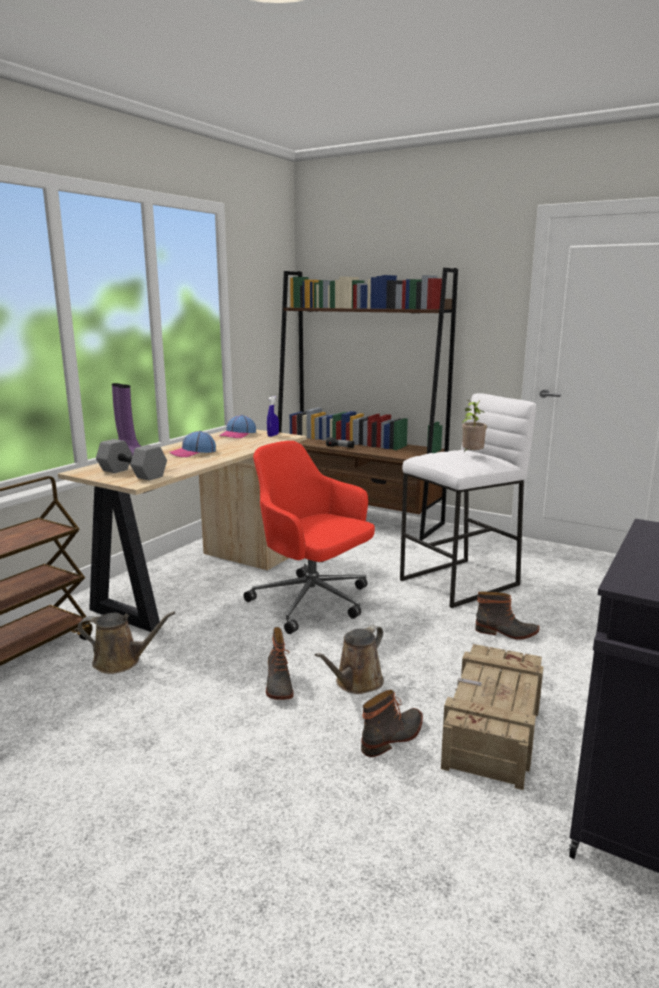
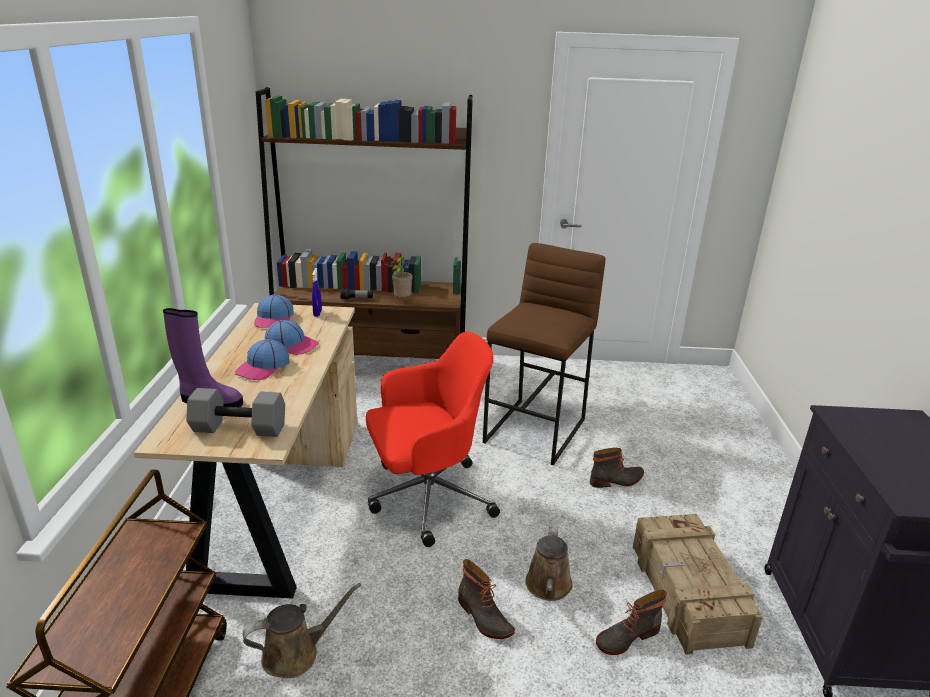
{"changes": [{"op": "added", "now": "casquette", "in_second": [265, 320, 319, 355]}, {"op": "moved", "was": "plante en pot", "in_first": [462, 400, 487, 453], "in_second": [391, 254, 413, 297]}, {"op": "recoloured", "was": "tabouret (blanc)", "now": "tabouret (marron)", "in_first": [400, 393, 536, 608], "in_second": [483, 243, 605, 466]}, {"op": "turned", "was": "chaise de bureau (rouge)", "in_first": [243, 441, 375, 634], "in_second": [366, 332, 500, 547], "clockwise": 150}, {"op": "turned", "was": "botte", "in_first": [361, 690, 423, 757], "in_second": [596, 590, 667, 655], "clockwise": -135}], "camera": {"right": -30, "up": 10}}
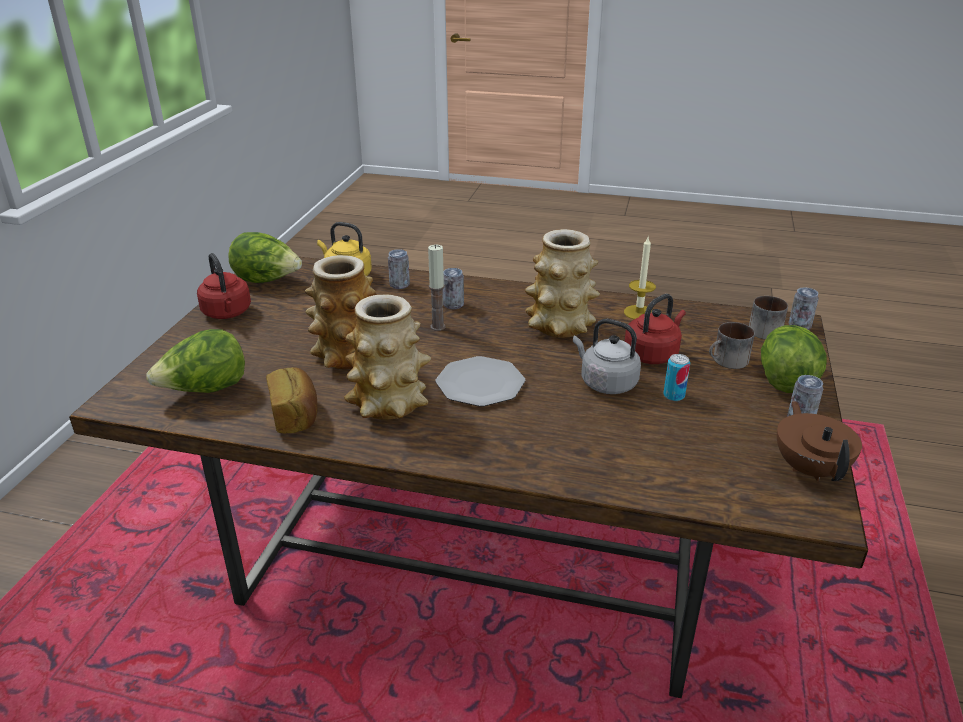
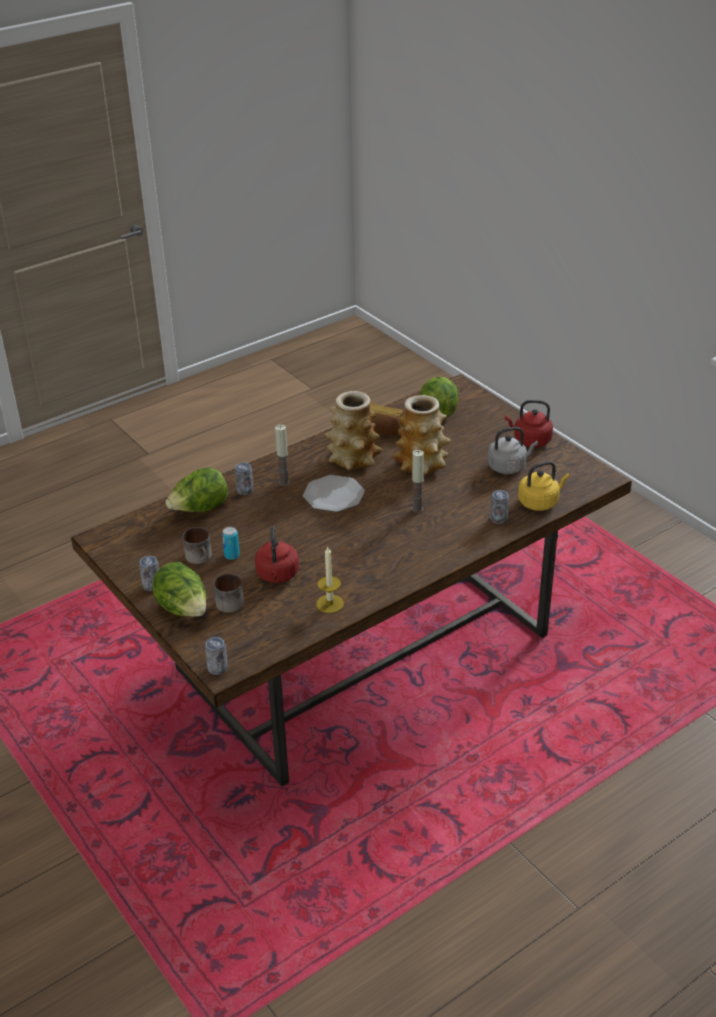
{"changes": [{"op": "removed", "was": "vase", "in_first": [525, 229, 600, 338]}, {"op": "removed", "was": "théière (marron)", "in_first": [777, 401, 862, 482]}, {"op": "added", "now": "bougie", "in_second": [275, 425, 290, 486]}, {"op": "moved", "was": "laitue", "in_first": [228, 232, 302, 283], "in_second": [165, 467, 228, 512]}, {"op": "moved", "was": "boîte métallique", "in_first": [443, 268, 464, 309], "in_second": [235, 462, 254, 495]}, {"op": "moved", "was": "bouilloire (gris)", "in_first": [573, 319, 641, 394], "in_second": [487, 427, 538, 474]}, {"op": "moved", "was": "mug", "in_first": [749, 296, 788, 339], "in_second": [183, 527, 212, 564]}], "camera": {"right": 130, "up": 5}}
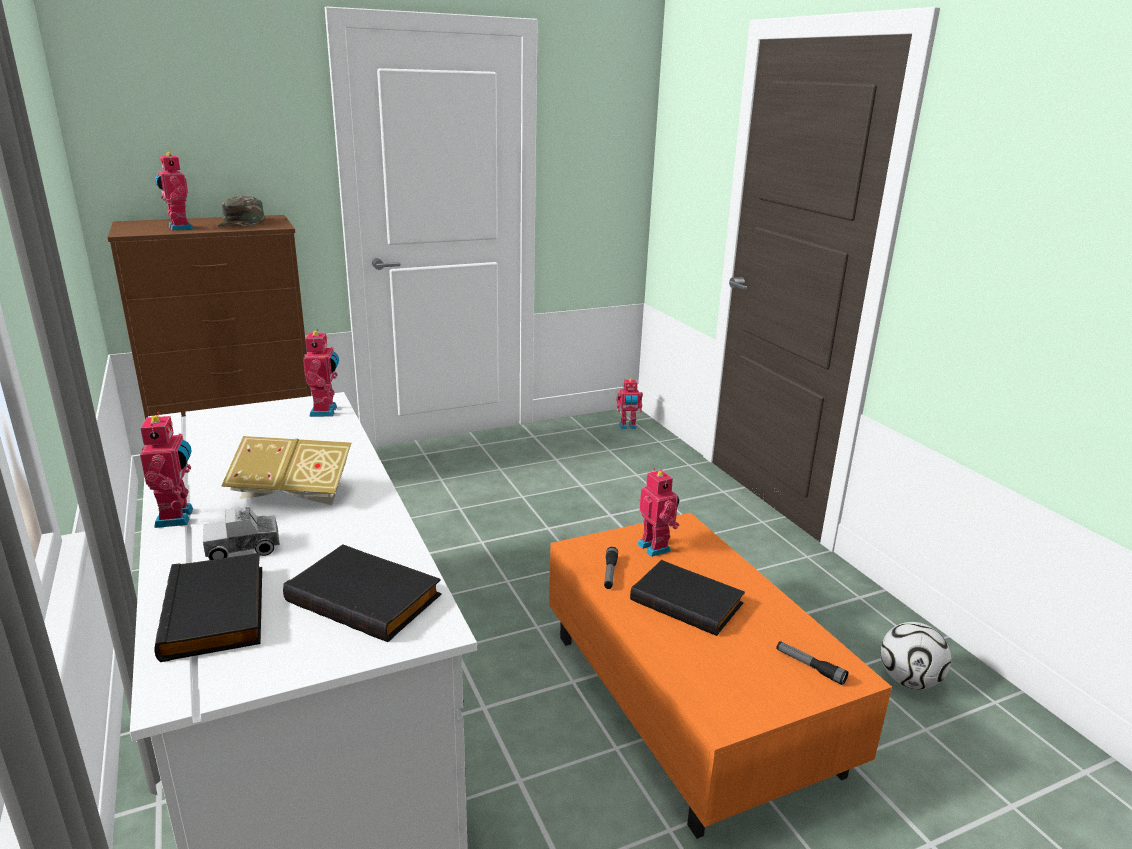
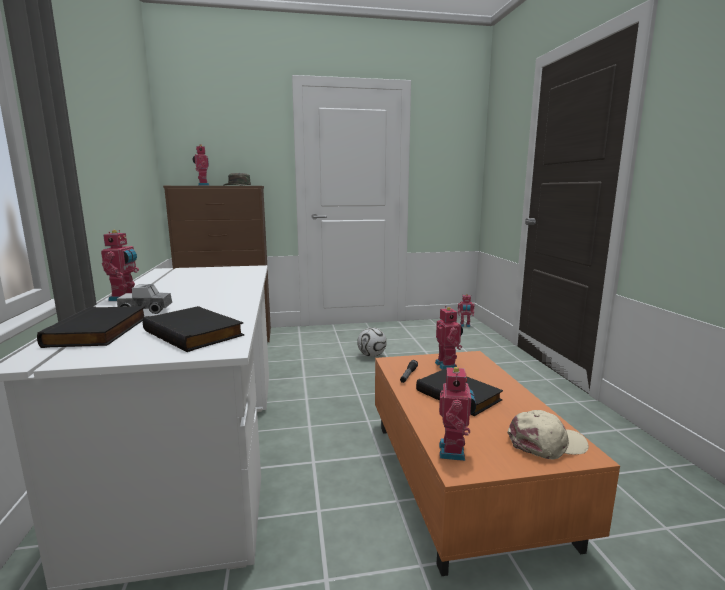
{"changes": [{"op": "removed", "was": "livre", "in_first": [221, 436, 351, 505]}, {"op": "moved", "was": "robot jouet", "in_first": [303, 329, 339, 417], "in_second": [439, 364, 476, 461]}, {"op": "moved", "was": "ballon de foot", "in_first": [880, 622, 951, 689], "in_second": [357, 327, 387, 357]}, {"op": "replaced", "was": "lampe de poche", "now": "casquette (beige)", "in_first": [776, 641, 848, 685], "in_second": [507, 410, 589, 460]}], "camera": {"right": 15, "up": -10}}
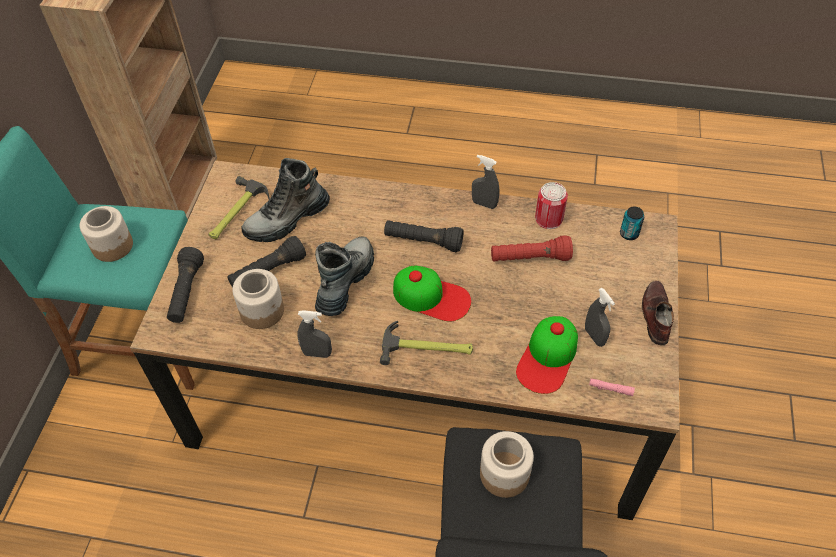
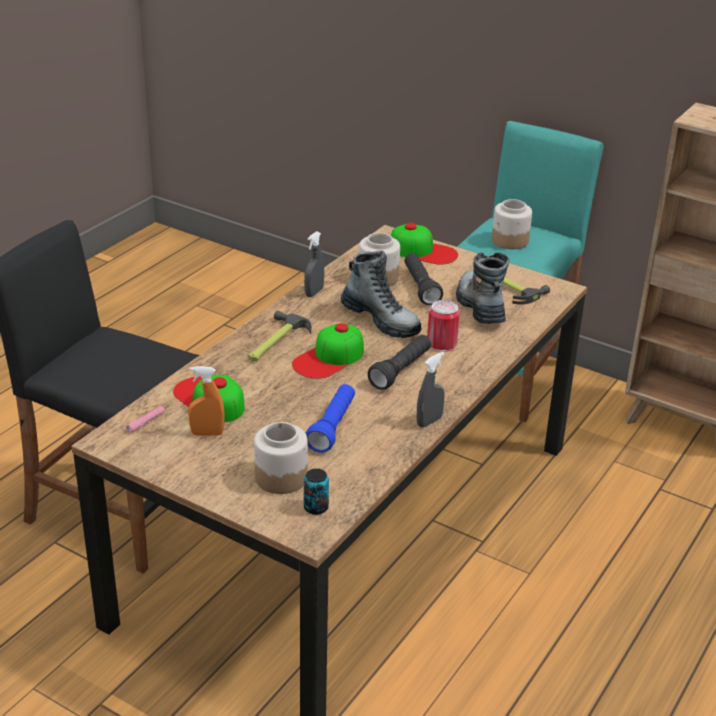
{"changes": [{"op": "removed", "was": "chaussure (marron)", "in_first": [642, 281, 674, 345]}, {"op": "moved", "was": "bocal", "in_first": [480, 431, 534, 498], "in_second": [254, 422, 308, 494]}, {"op": "moved", "was": "boîte métallique", "in_first": [535, 182, 568, 229], "in_second": [427, 300, 460, 352]}, {"op": "replaced", "was": "lampe de poche (noir)", "now": "casquette", "in_first": [167, 247, 204, 323], "in_second": [391, 223, 458, 265]}, {"op": "recoloured", "was": "lampe de poche (rouge)", "now": "lampe de poche (bleu)", "in_first": [491, 235, 573, 262], "in_second": [306, 384, 355, 453]}, {"op": "recoloured", "was": "vaporisateur (gris)", "now": "vaporisateur (orange)", "in_first": [585, 288, 615, 347], "in_second": [188, 367, 225, 436]}], "camera": {"right": 110, "up": -20}}
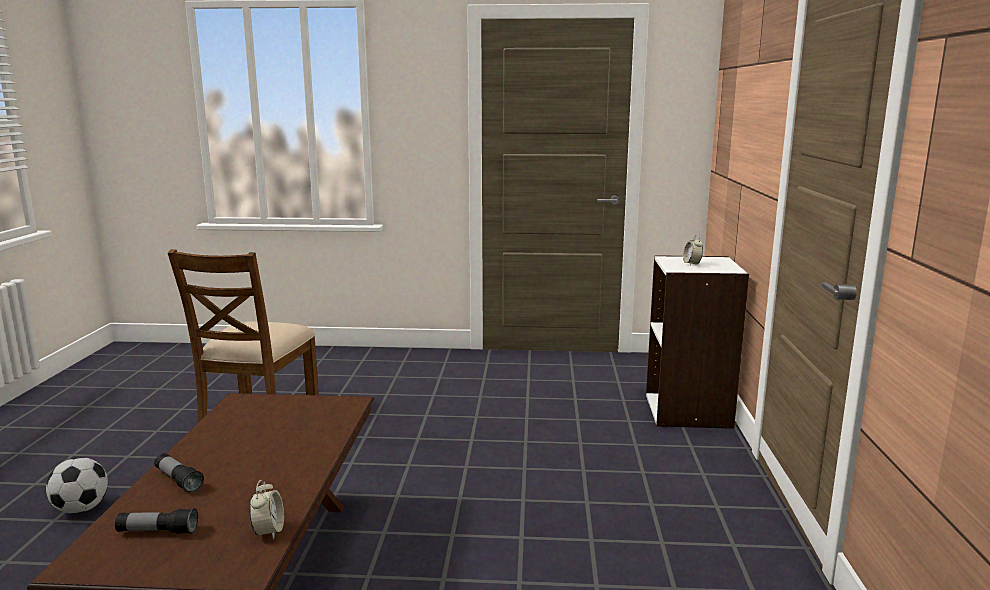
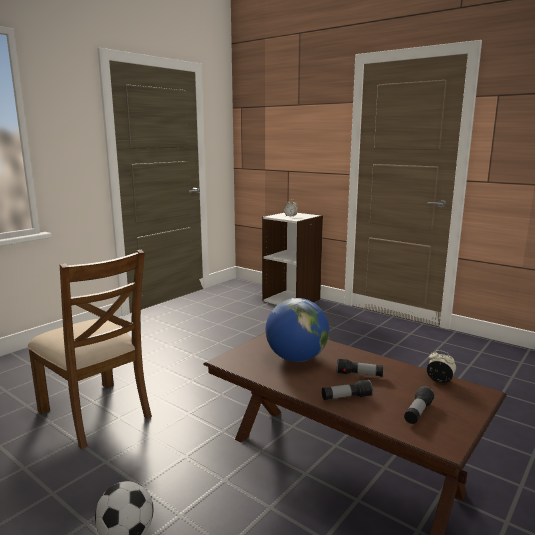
{"changes": [{"op": "added", "now": "globe", "in_second": [266, 298, 329, 362]}, {"op": "added", "now": "lampe de poche", "in_second": [337, 358, 383, 377]}], "camera": {"right": -55, "up": 0}}
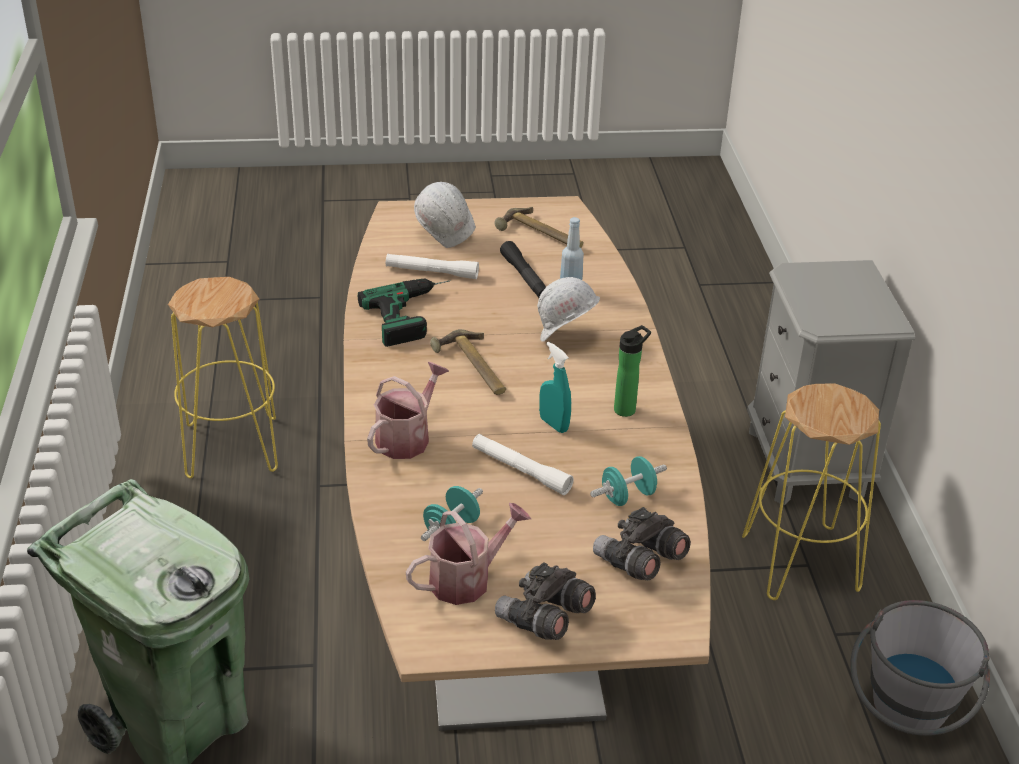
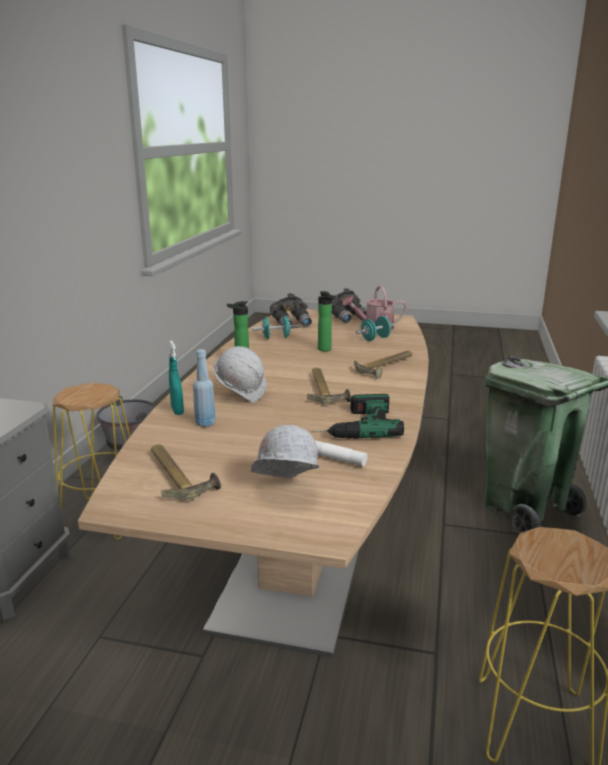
{"changes": [{"op": "removed", "was": "lampe de poche (noir)", "in_first": [500, 241, 546, 298]}, {"op": "moved", "was": "vaporisateur (turquoise)", "in_first": [539, 342, 571, 433], "in_second": [169, 341, 184, 415]}, {"op": "replaced", "was": "arrosoir", "now": "marteau", "in_first": [367, 362, 449, 459], "in_second": [354, 350, 412, 379]}, {"op": "replaced", "was": "lampe de poche (blanc)", "now": "bouteille", "in_first": [472, 434, 574, 495], "in_second": [318, 291, 336, 351]}], "camera": {"right": -160, "up": -15}}
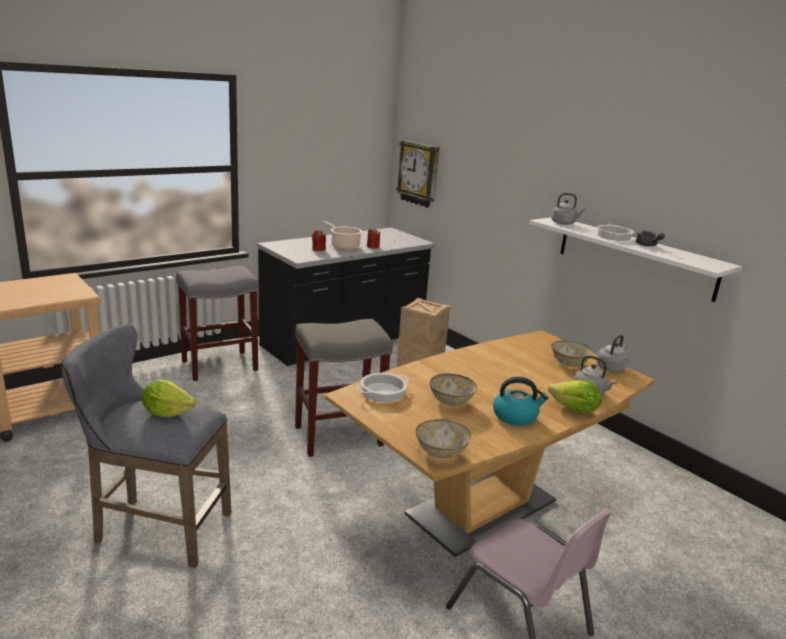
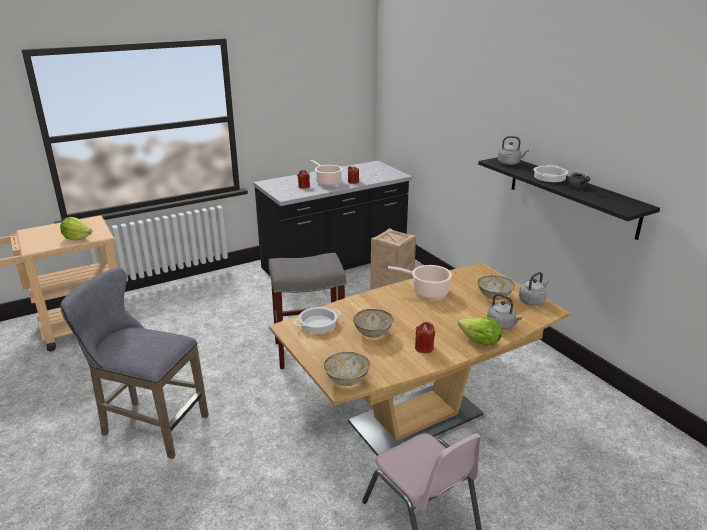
{"changes": [{"op": "removed", "was": "tabouret (gris)", "in_first": [176, 266, 259, 381]}, {"op": "removed", "was": "horloge murale", "in_first": [396, 140, 439, 208]}, {"op": "added", "now": "marmite", "in_second": [388, 265, 452, 299]}, {"op": "moved", "was": "laitue", "in_first": [142, 379, 196, 417], "in_second": [60, 217, 92, 240]}, {"op": "replaced", "was": "bouilloire", "now": "bougie (rouge)", "in_first": [493, 377, 549, 426], "in_second": [415, 322, 435, 353]}, {"op": "recoloured", "was": "étagère (blanc)", "now": "étagère (noir)", "in_first": [529, 217, 742, 302], "in_second": [478, 157, 660, 240]}], "camera": {"right": 10, "up": 5}}
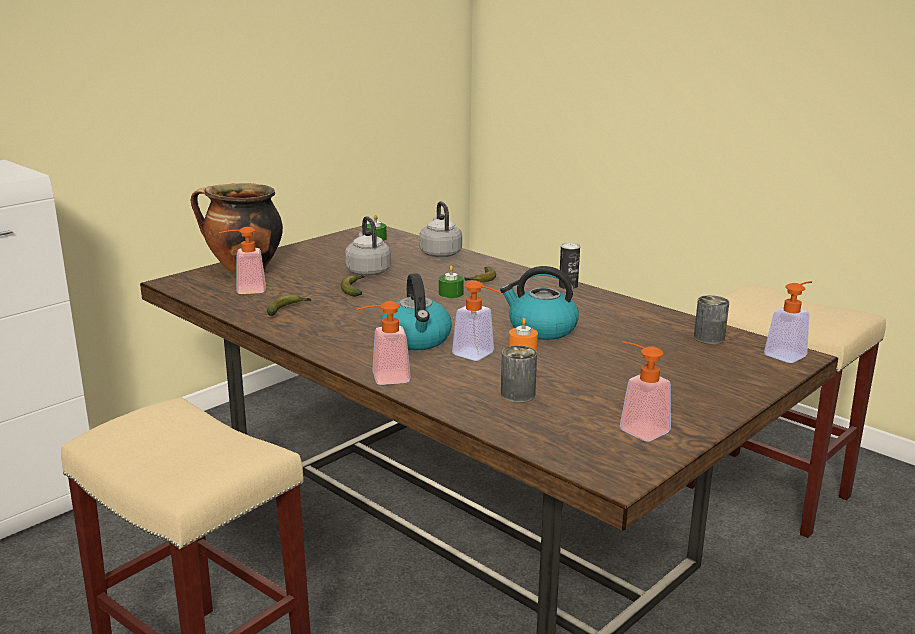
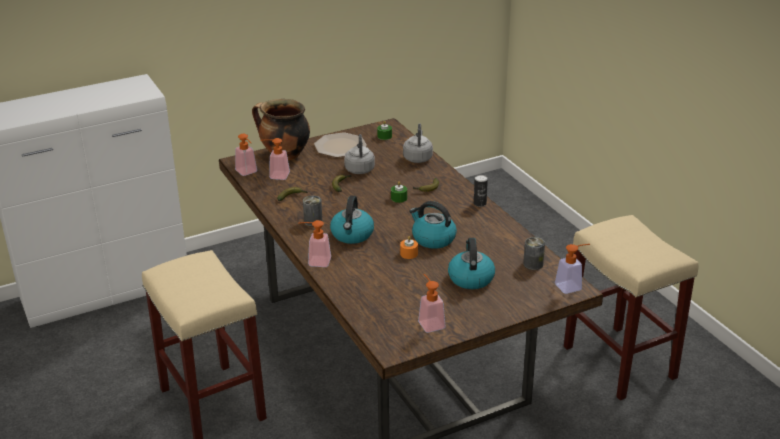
{"changes": [{"op": "added", "now": "assiette", "in_second": [314, 132, 367, 157]}, {"op": "added", "now": "bouilloire", "in_second": [448, 238, 495, 289]}, {"op": "moved", "was": "distributeur de savon", "in_first": [452, 280, 502, 361], "in_second": [235, 134, 257, 176]}, {"op": "moved", "was": "boîte métallique", "in_first": [501, 345, 537, 403], "in_second": [303, 196, 322, 226]}], "camera": {"right": 20, "up": 10}}
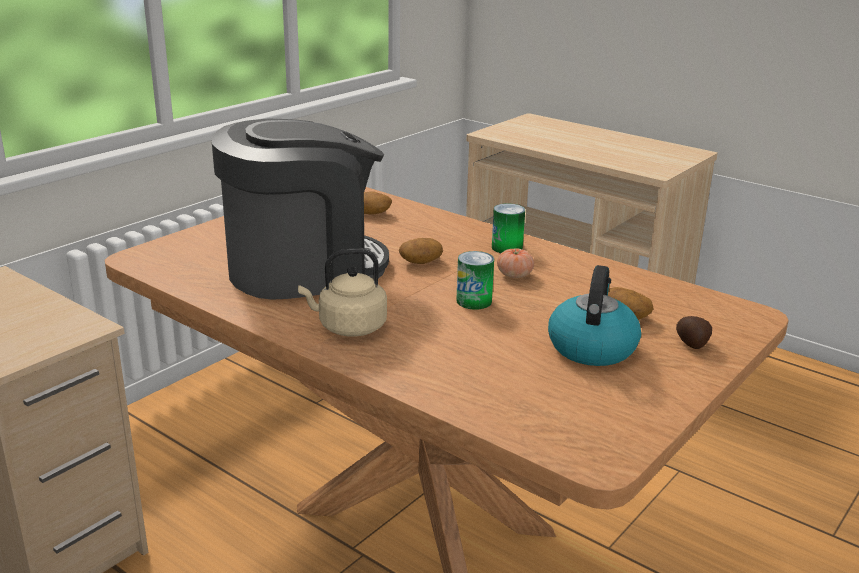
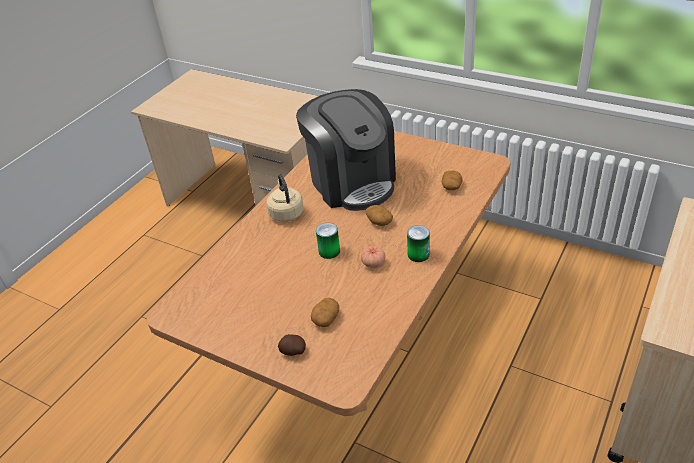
{"changes": [{"op": "removed", "was": "bouilloire", "in_first": [548, 265, 641, 366]}], "camera": {"right": 85, "up": 15}}
